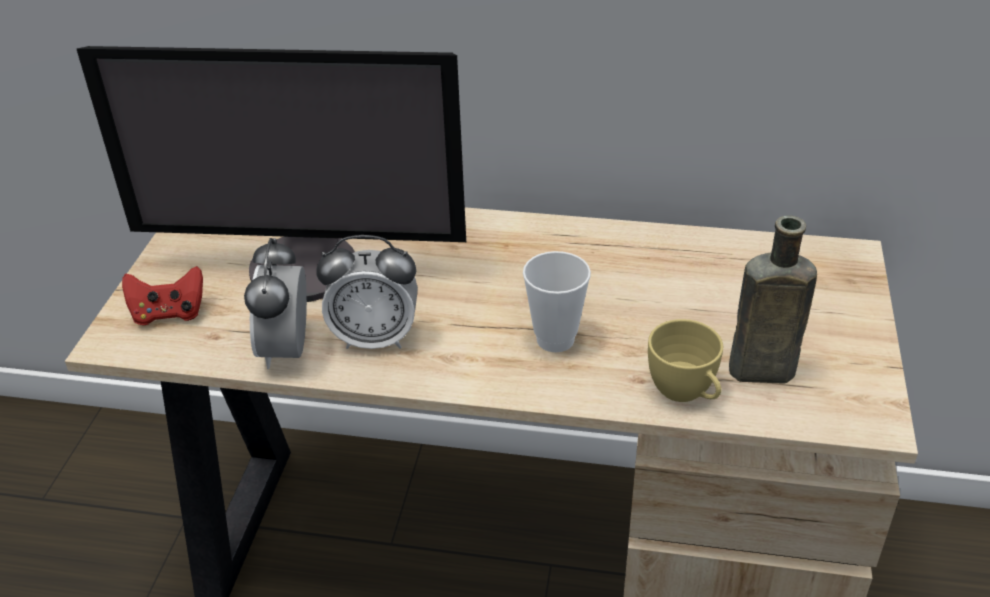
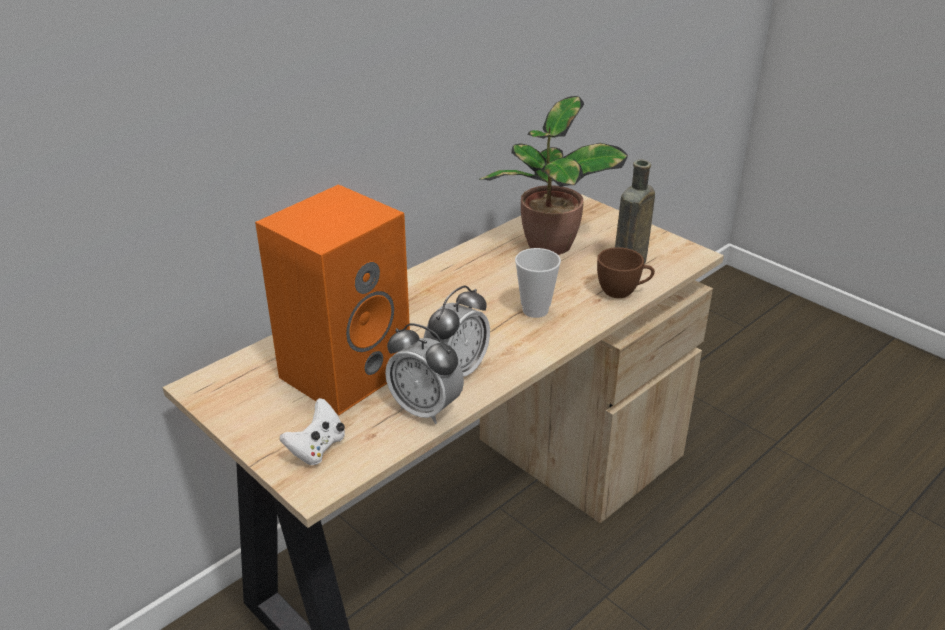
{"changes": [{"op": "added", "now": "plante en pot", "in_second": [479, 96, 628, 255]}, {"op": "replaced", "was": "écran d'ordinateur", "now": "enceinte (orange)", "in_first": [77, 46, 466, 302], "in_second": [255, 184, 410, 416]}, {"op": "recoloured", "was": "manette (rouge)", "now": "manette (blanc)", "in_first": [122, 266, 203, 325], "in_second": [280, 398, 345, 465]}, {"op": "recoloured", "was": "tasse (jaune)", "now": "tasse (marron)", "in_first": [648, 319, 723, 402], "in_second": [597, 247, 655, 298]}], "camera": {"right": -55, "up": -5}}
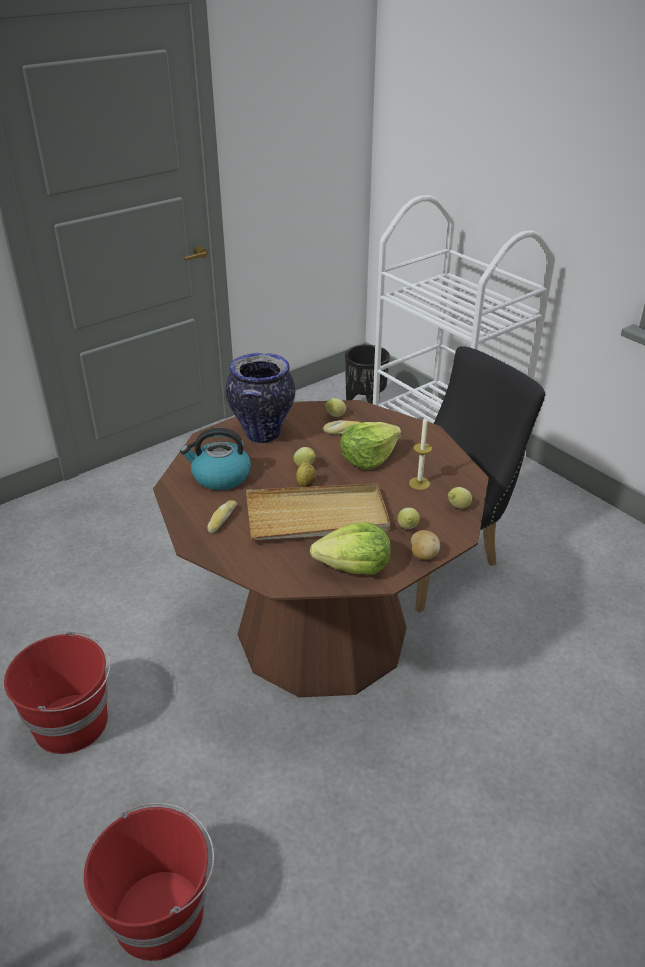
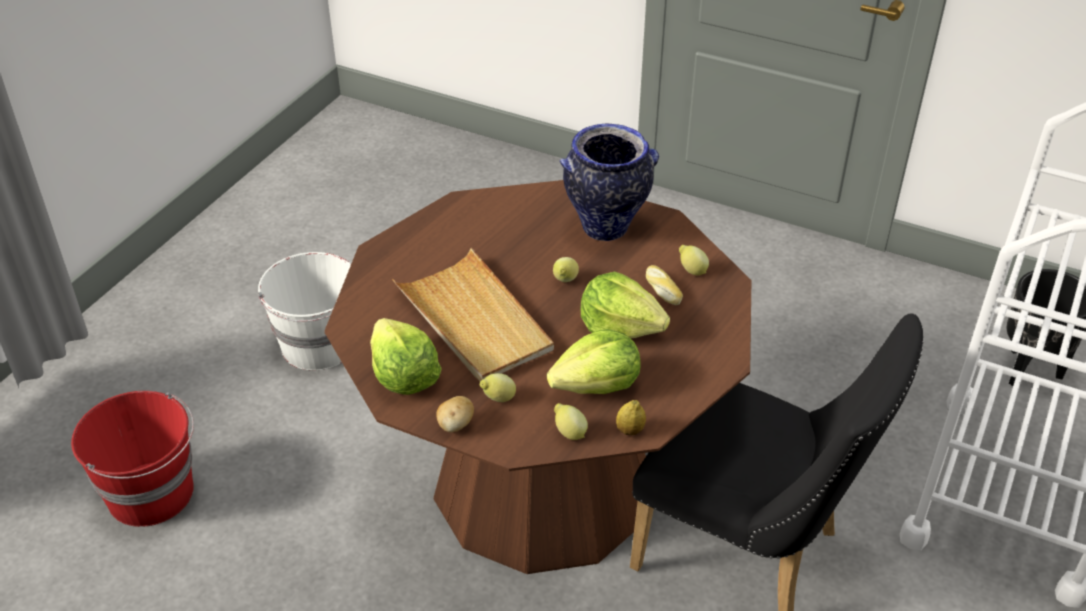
{"changes": [{"op": "removed", "was": "bouilloire", "in_first": [180, 428, 251, 490]}, {"op": "removed", "was": "pain", "in_first": [207, 500, 237, 533]}, {"op": "moved", "was": "citron", "in_first": [296, 460, 316, 487], "in_second": [616, 400, 646, 435]}, {"op": "replaced", "was": "bougie", "now": "laitue", "in_first": [409, 416, 432, 490], "in_second": [547, 329, 641, 394]}, {"op": "recoloured", "was": "seau (rouge)", "now": "seau (blanc)", "in_first": [4, 632, 111, 754], "in_second": [258, 252, 351, 371]}], "camera": {"right": 65, "up": 5}}
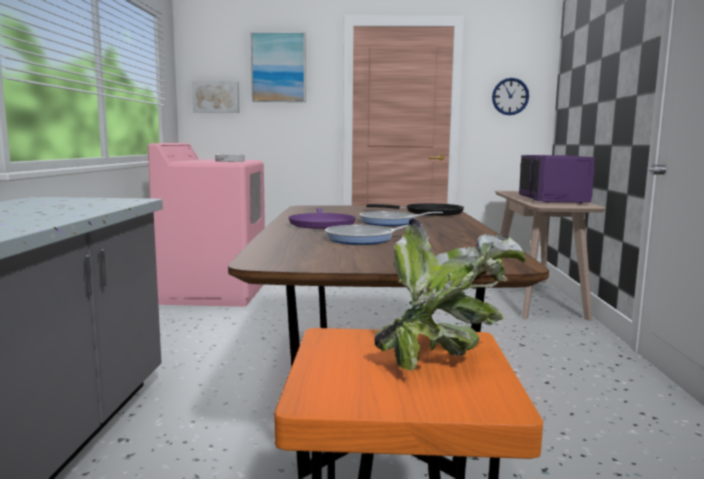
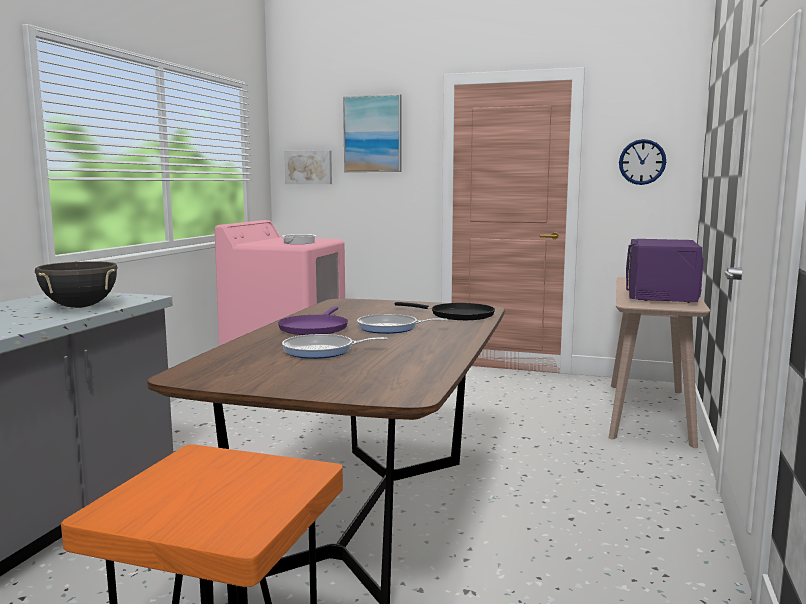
{"changes": [{"op": "removed", "was": "plante en pot", "in_first": [375, 218, 525, 371]}, {"op": "added", "now": "marmite (noir)", "in_second": [35, 261, 118, 308]}], "camera": {"right": 15, "up": 0}}
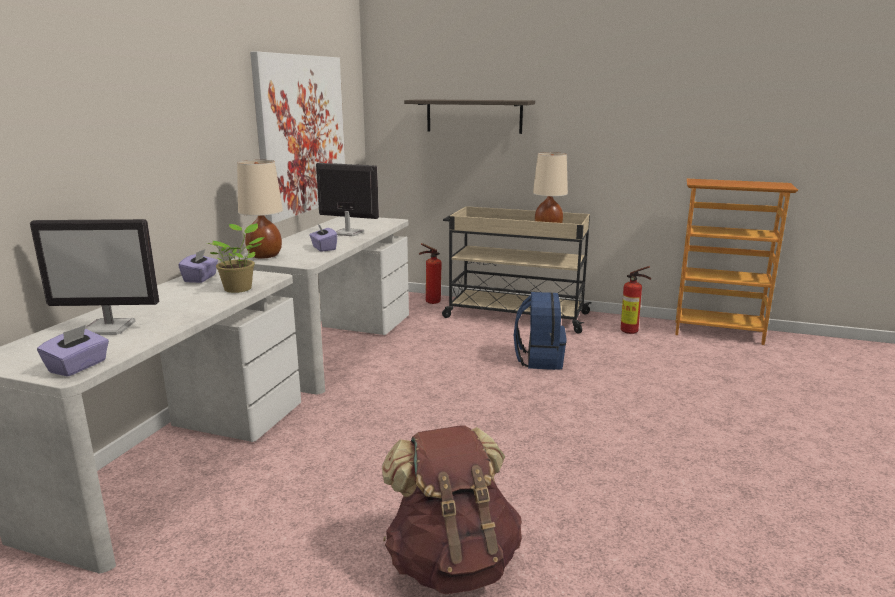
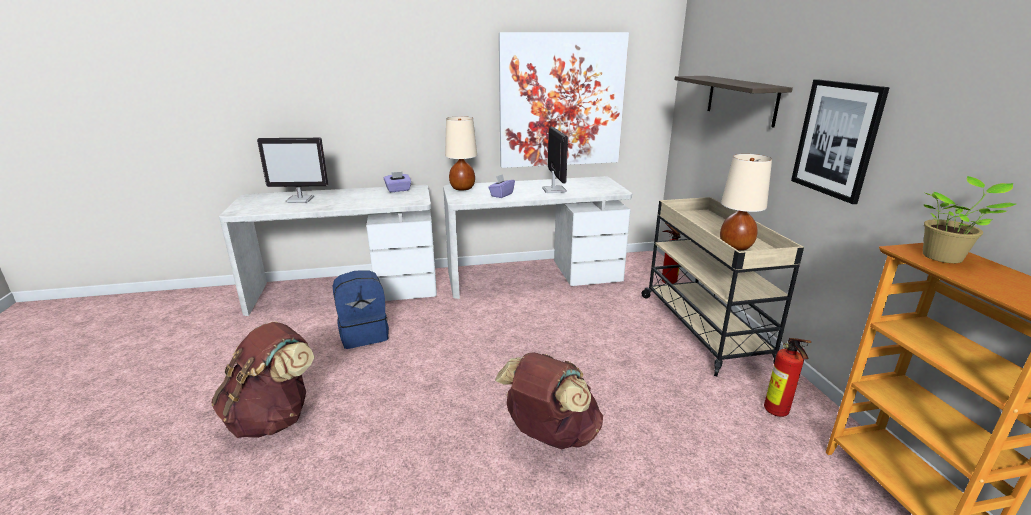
{"changes": [{"op": "removed", "was": "boîte à mouchoirs (violet)", "in_first": [37, 325, 109, 377]}, {"op": "added", "now": "sac à dos (marron)", "in_second": [495, 352, 603, 449]}, {"op": "added", "now": "tableau", "in_second": [791, 79, 890, 204]}, {"op": "moved", "was": "plante en pot", "in_first": [207, 223, 264, 293], "in_second": [923, 176, 1016, 263]}, {"op": "moved", "was": "sac à dos (bleu)", "in_first": [514, 292, 566, 370], "in_second": [332, 270, 389, 349]}, {"op": "turned", "was": "écran d'ordinateur", "in_first": [30, 219, 159, 335], "in_second": [257, 138, 328, 203], "clockwise": -60}], "camera": {"right": 60, "up": 5}}
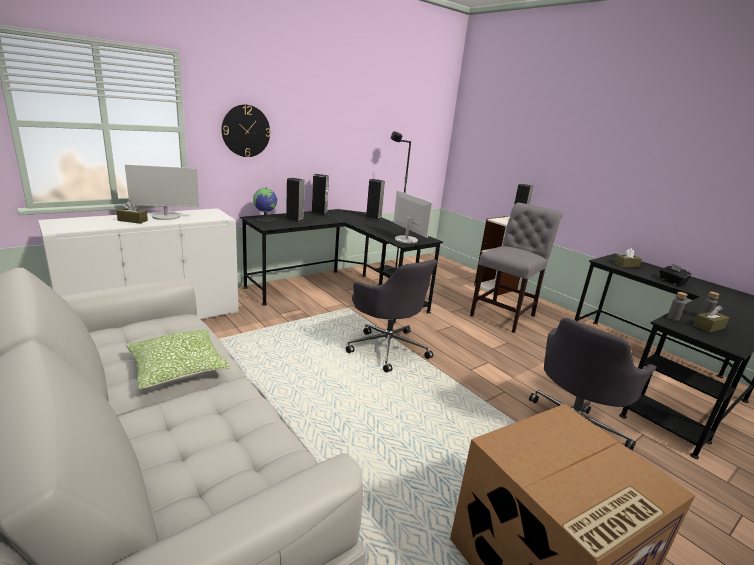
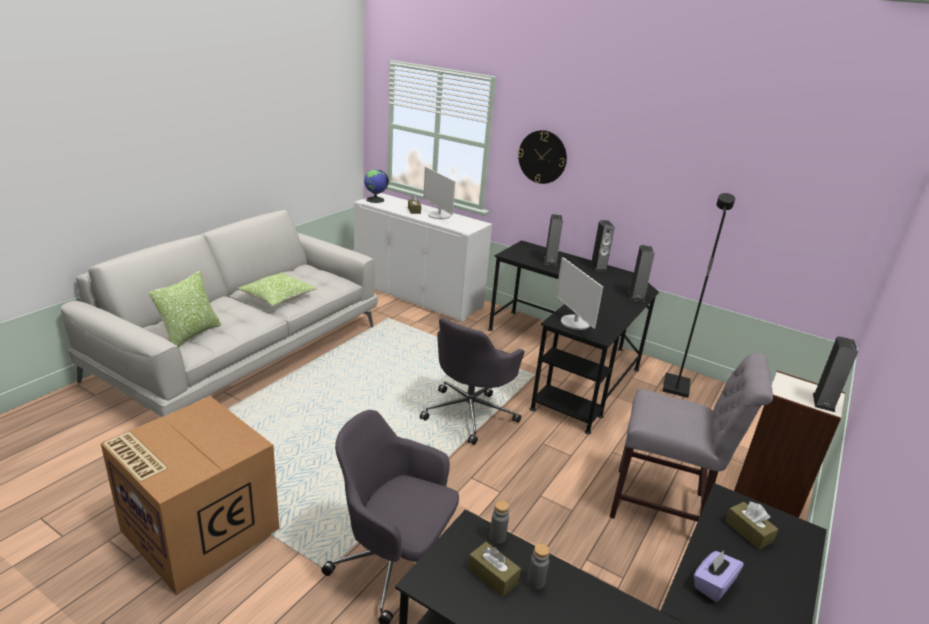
{"changes": [{"op": "added", "now": "coussin", "in_second": [149, 271, 221, 347]}, {"op": "moved", "was": "globe", "in_first": [253, 188, 277, 222], "in_second": [364, 169, 389, 203]}, {"op": "recoloured", "was": "boîte à mouchoirs (noir)", "now": "boîte à mouchoirs (violet)", "in_first": [660, 263, 692, 286], "in_second": [694, 550, 744, 602]}, {"op": "turned", "was": "écran d'ordinateur", "in_first": [393, 190, 433, 243], "in_second": [556, 257, 603, 330], "clockwise": 120}], "camera": {"right": 70, "up": 5}}
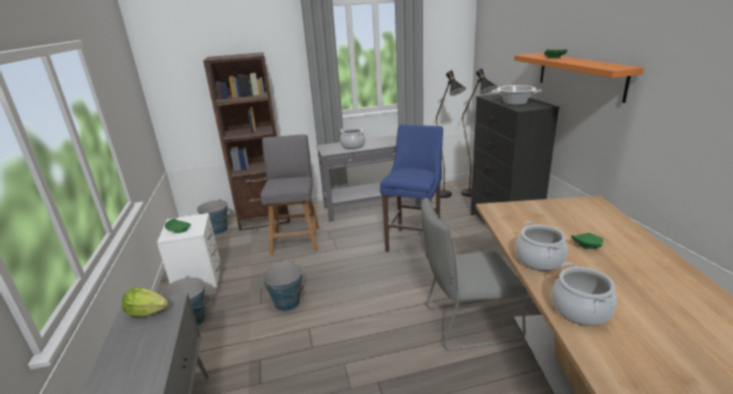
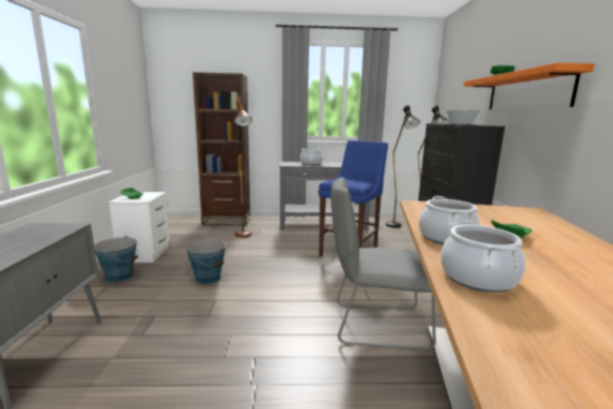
{"changes": [{"op": "removed", "was": "laitue", "in_first": [122, 287, 169, 317]}, {"op": "removed", "was": "seau", "in_first": [197, 199, 230, 235]}, {"op": "replaced", "was": "tabouret (gris)", "now": "lampadaire (marron)", "in_first": [260, 135, 320, 255], "in_second": [234, 100, 252, 238]}], "camera": {"right": 10, "up": -10}}
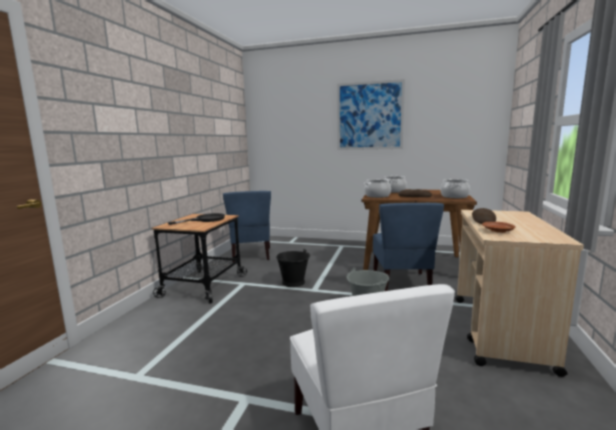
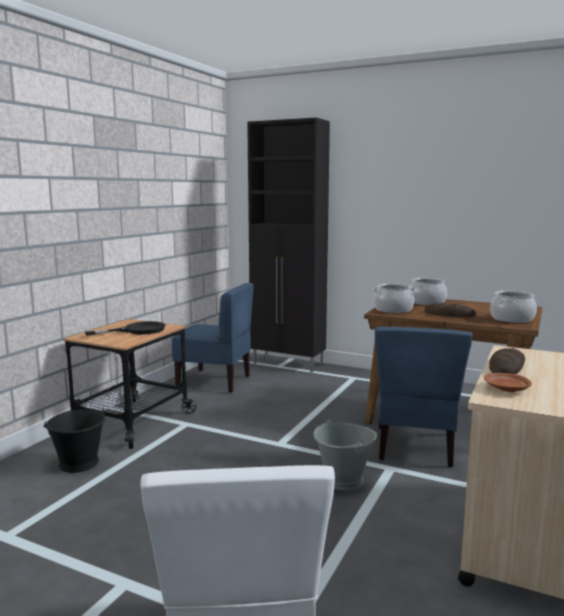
{"changes": [{"op": "removed", "was": "tableau", "in_first": [337, 79, 405, 150]}, {"op": "added", "now": "meuble de rangement (noir)", "in_second": [247, 117, 330, 372]}, {"op": "moved", "was": "seau (noir)", "in_first": [276, 249, 310, 287], "in_second": [43, 408, 107, 473]}, {"op": "turned", "was": "chaise (bleu)", "in_first": [223, 191, 271, 262], "in_second": [171, 283, 254, 393], "clockwise": -75}], "camera": {"right": 10, "up": 0}}
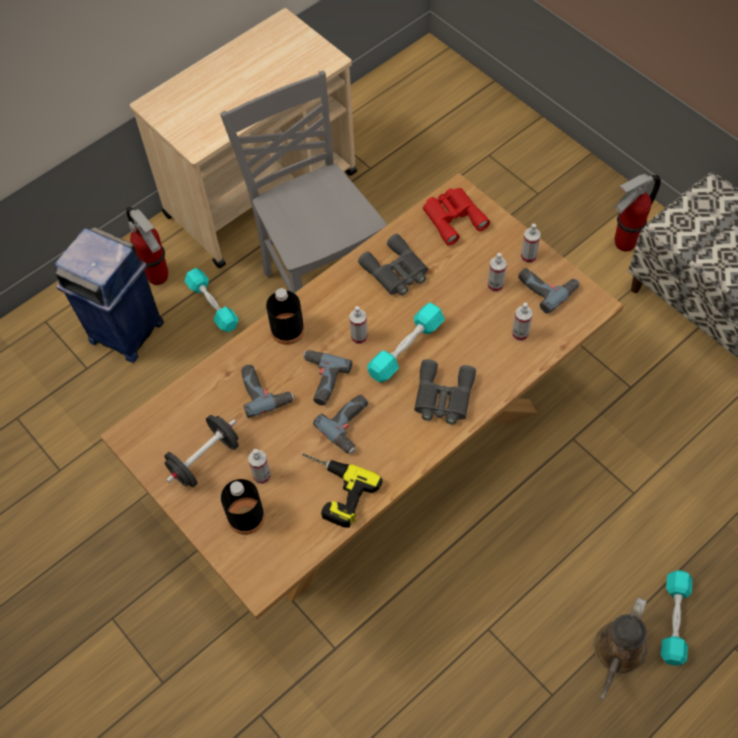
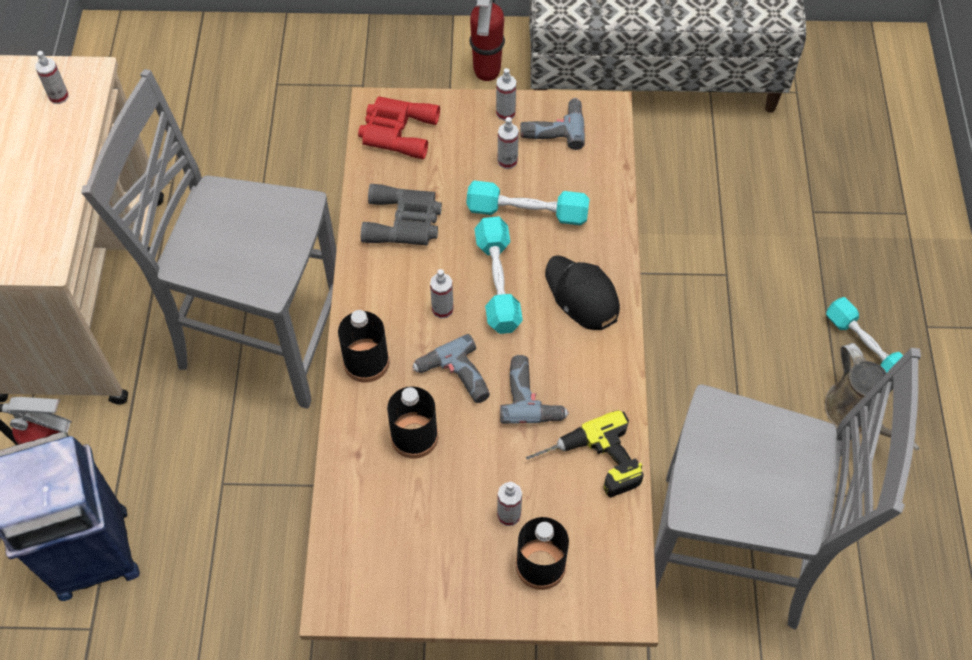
{"changes": [{"op": "removed", "was": "haltère (noir)", "in_first": [164, 415, 239, 487]}, {"op": "added", "now": "chaise (gris)", "in_second": [654, 348, 921, 630]}, {"op": "moved", "was": "haltère (turquoise)", "in_first": [184, 268, 238, 332], "in_second": [466, 181, 589, 225]}, {"op": "moved", "was": "vaporisateur", "in_first": [512, 303, 532, 341], "in_second": [35, 51, 69, 104]}, {"op": "replaced", "was": "perceuse", "now": "bouteille (noir)", "in_first": [241, 365, 295, 418], "in_second": [387, 386, 438, 459]}, {"op": "replaced", "was": "jumelles (gris)", "now": "casquette (noir)", "in_first": [414, 359, 476, 425], "in_second": [545, 255, 620, 330]}], "camera": {"right": -50, "up": 0}}
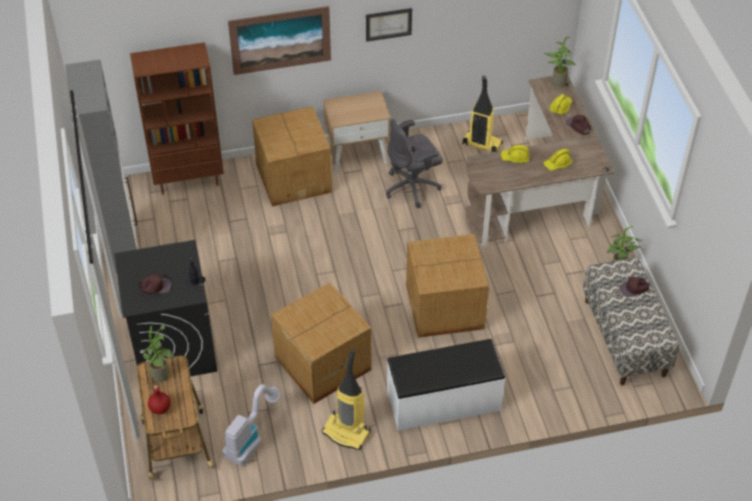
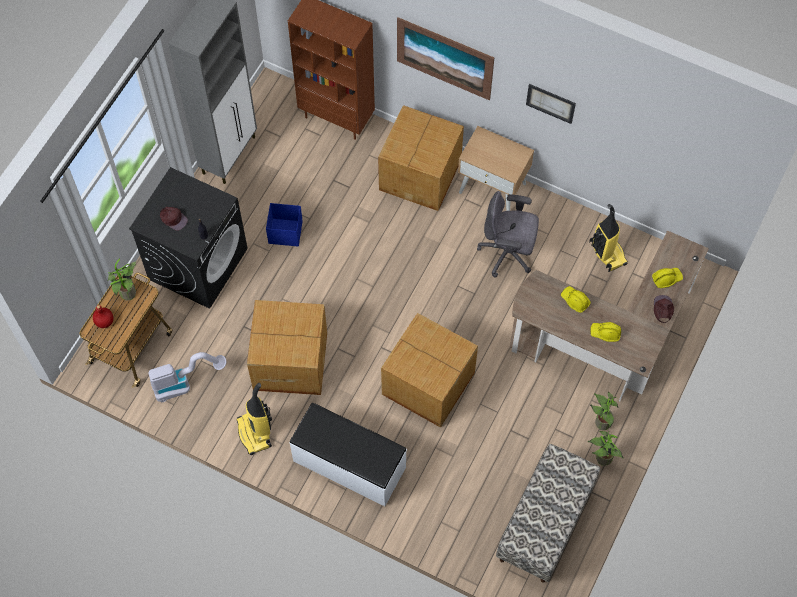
{"changes": [{"op": "removed", "was": "casquette (marron)", "in_first": [619, 277, 649, 297]}, {"op": "added", "now": "boîte de rangement (bleu)", "in_second": [266, 203, 303, 247]}, {"op": "moved", "was": "plante en pot", "in_first": [544, 36, 575, 88], "in_second": [590, 391, 618, 430]}], "camera": {"right": 40, "up": 15}}
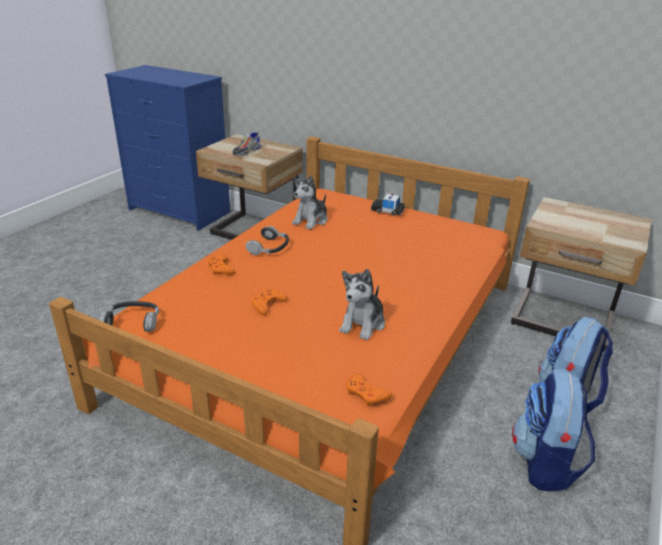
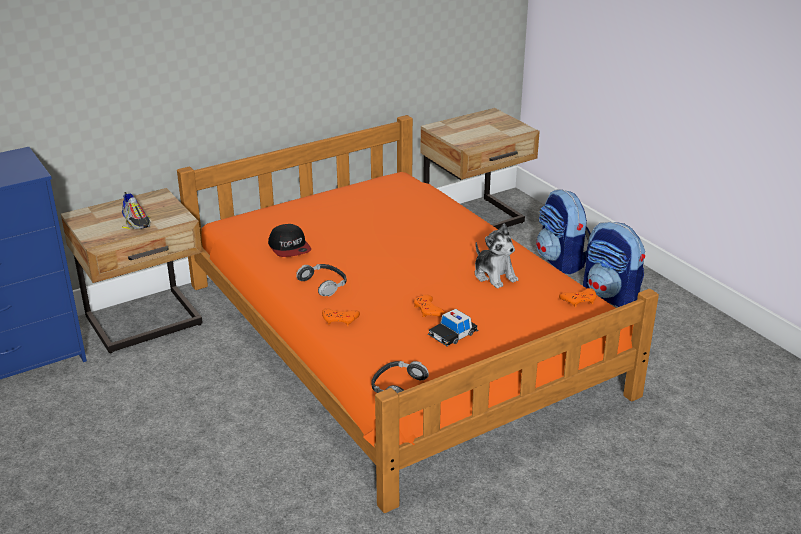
{"changes": [{"op": "moved", "was": "petite voiture", "in_first": [370, 193, 405, 216], "in_second": [428, 309, 479, 346]}, {"op": "replaced", "was": "peluche", "now": "casquette", "in_first": [292, 175, 327, 230], "in_second": [268, 224, 311, 257]}], "camera": {"right": -60, "up": 0}}
